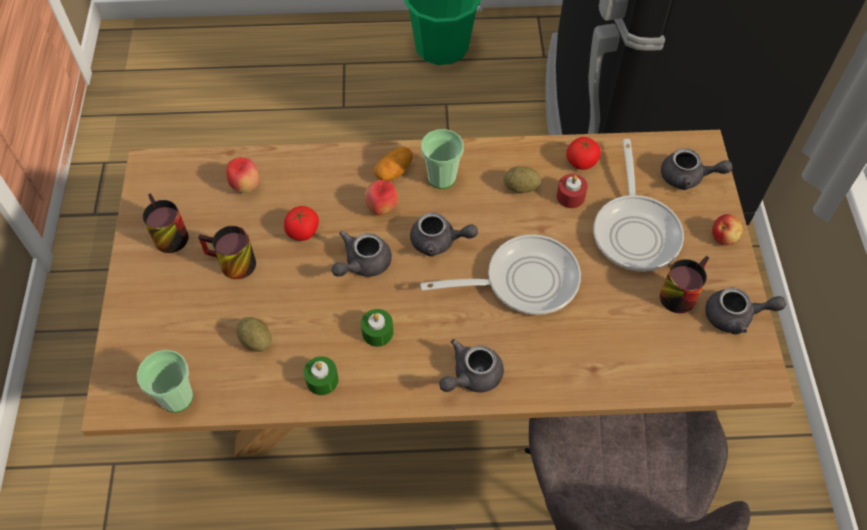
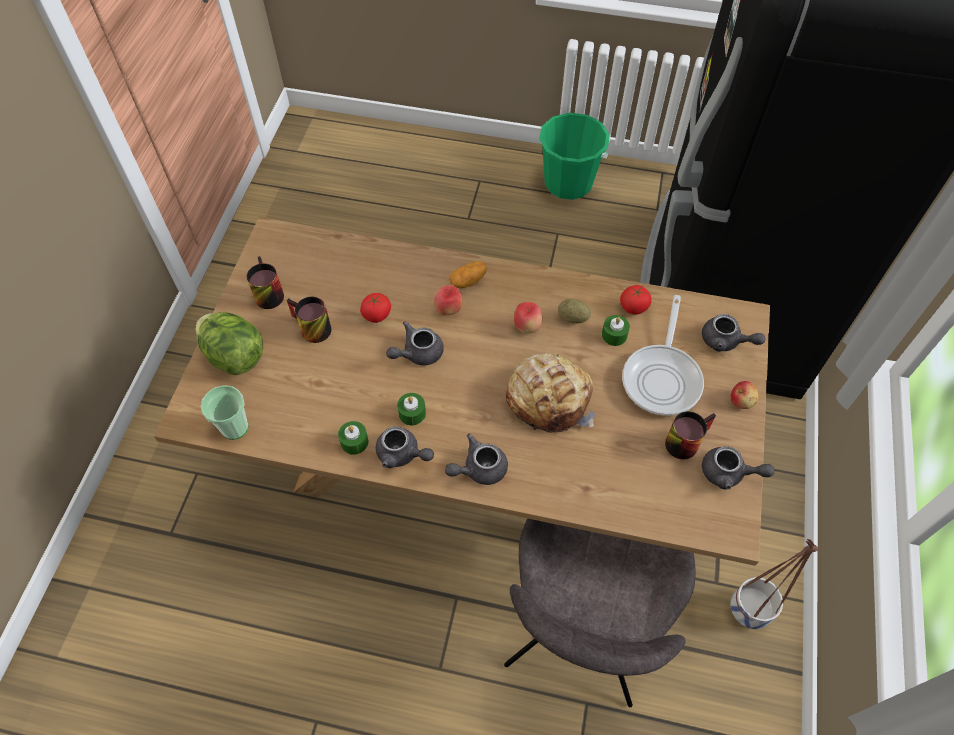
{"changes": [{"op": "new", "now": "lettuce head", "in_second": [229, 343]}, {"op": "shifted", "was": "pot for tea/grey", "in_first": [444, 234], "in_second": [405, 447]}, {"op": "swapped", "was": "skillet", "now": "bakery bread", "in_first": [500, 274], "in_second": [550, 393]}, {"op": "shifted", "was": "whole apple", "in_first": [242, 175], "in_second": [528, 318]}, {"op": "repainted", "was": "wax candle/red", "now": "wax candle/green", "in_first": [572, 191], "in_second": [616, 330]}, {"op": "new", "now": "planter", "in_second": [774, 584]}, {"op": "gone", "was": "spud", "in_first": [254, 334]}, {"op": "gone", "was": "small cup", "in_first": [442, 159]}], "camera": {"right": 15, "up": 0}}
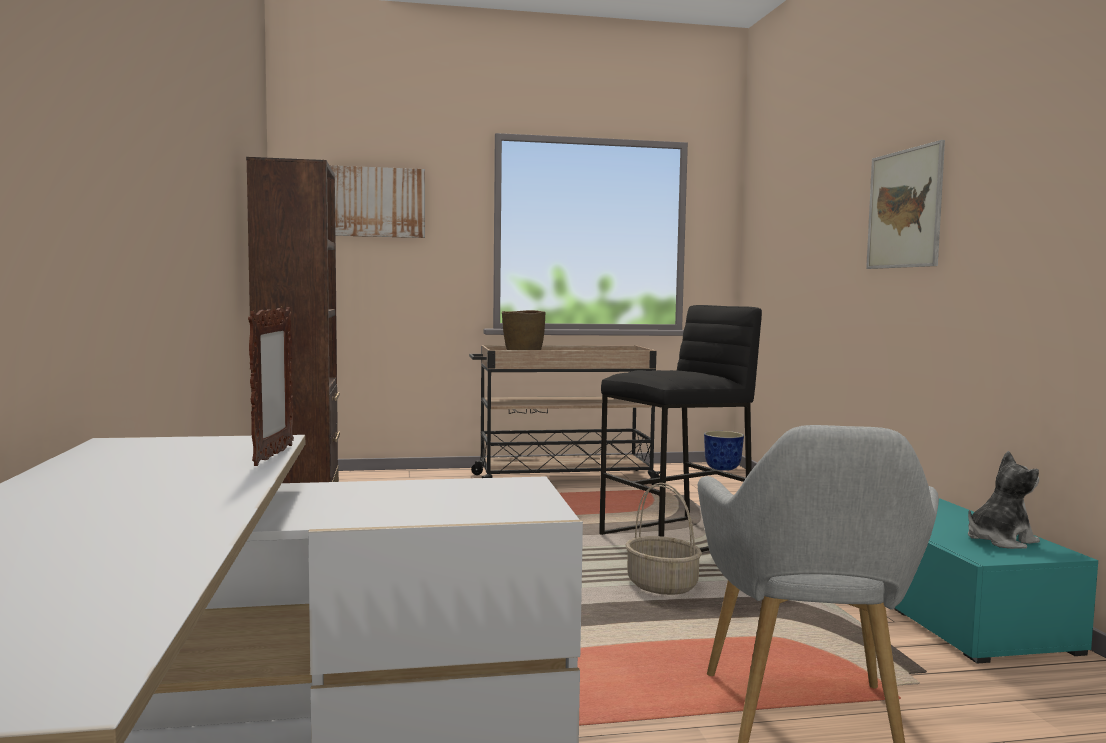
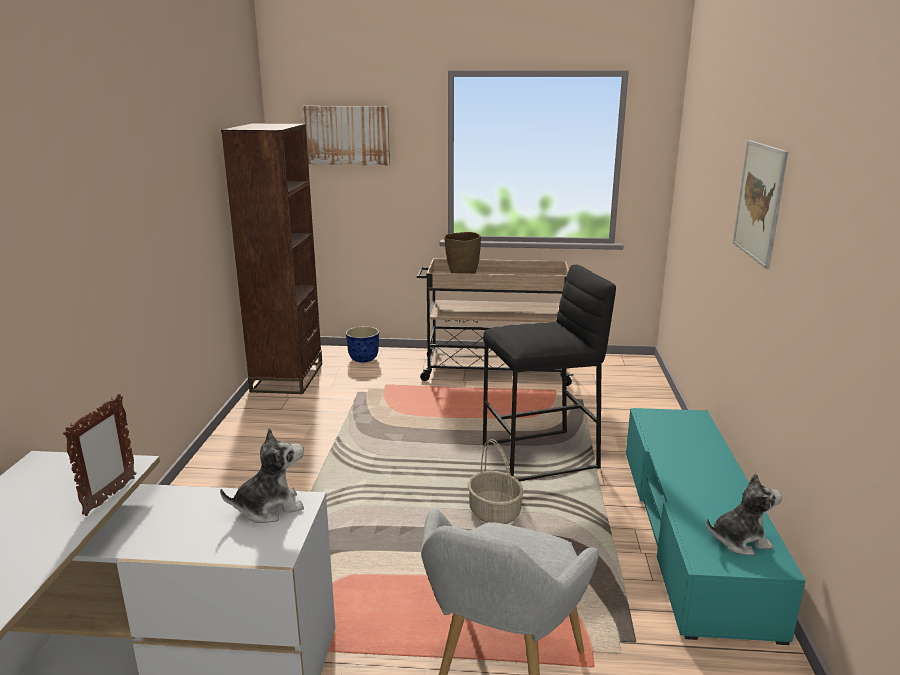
{"changes": [{"op": "new", "now": "plush toy", "in_second": [262, 475]}, {"op": "shifted", "was": "planter", "in_first": [724, 451], "in_second": [362, 344]}], "camera": {"right": 15, "up": 15}}
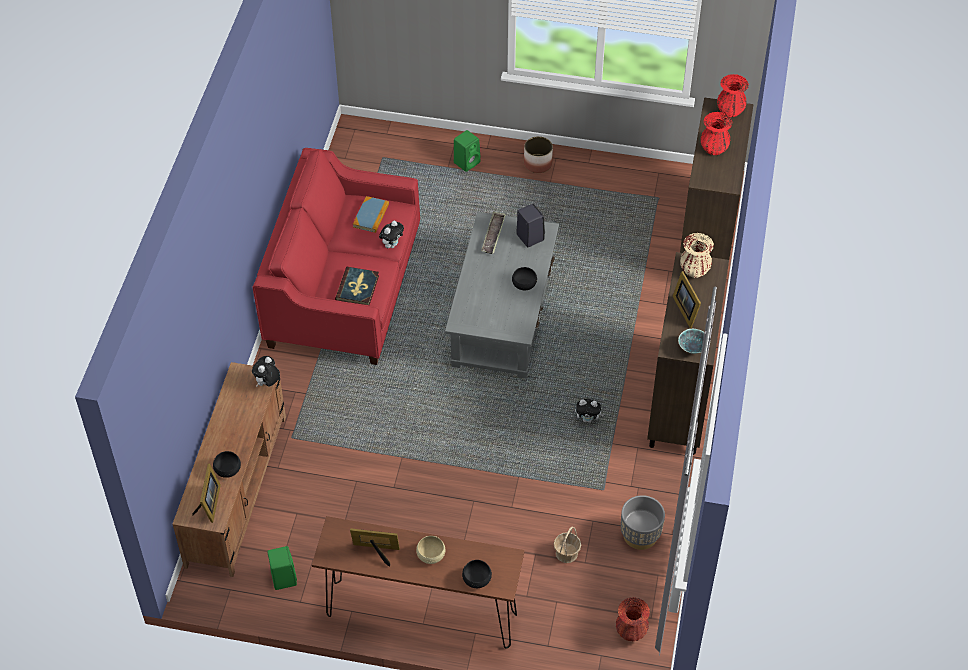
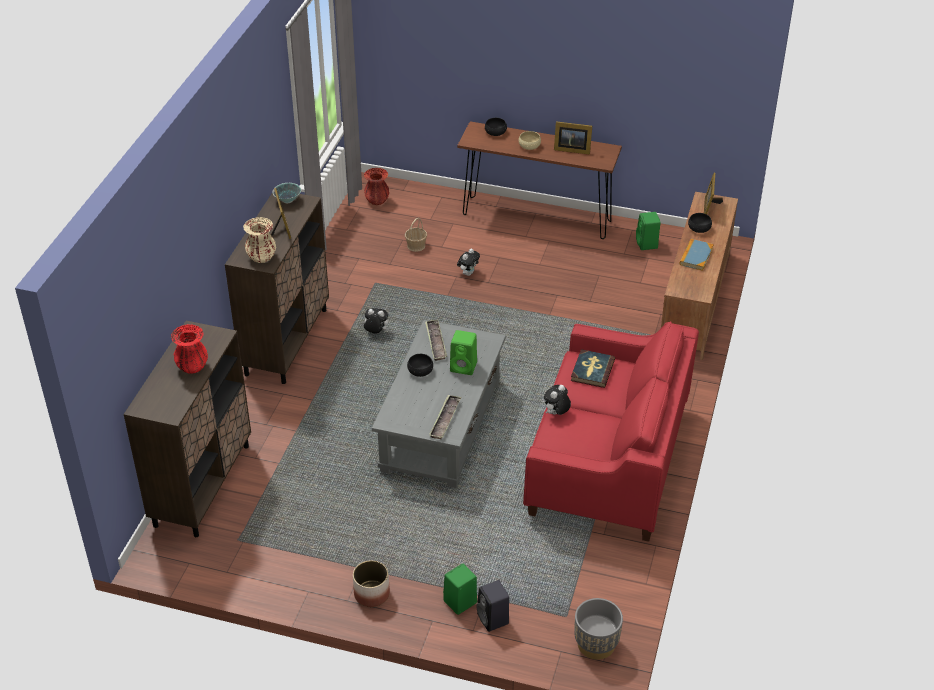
{"changes": [{"op": "new", "now": "carrying tray", "in_second": [436, 340]}, {"op": "new", "now": "speaker/green", "in_second": [463, 352]}, {"op": "shifted", "was": "plush toy", "in_first": [266, 371], "in_second": [468, 262]}, {"op": "shifted", "was": "speaker/black", "in_first": [530, 225], "in_second": [492, 606]}, {"op": "shifted", "was": "planter/grey", "in_first": [643, 522], "in_second": [598, 629]}, {"op": "shifted", "was": "book", "in_first": [371, 214], "in_second": [697, 255]}, {"op": "gone", "was": "decorative vase/red", "in_first": [733, 95]}], "camera": {"right": -175, "up": -10}}
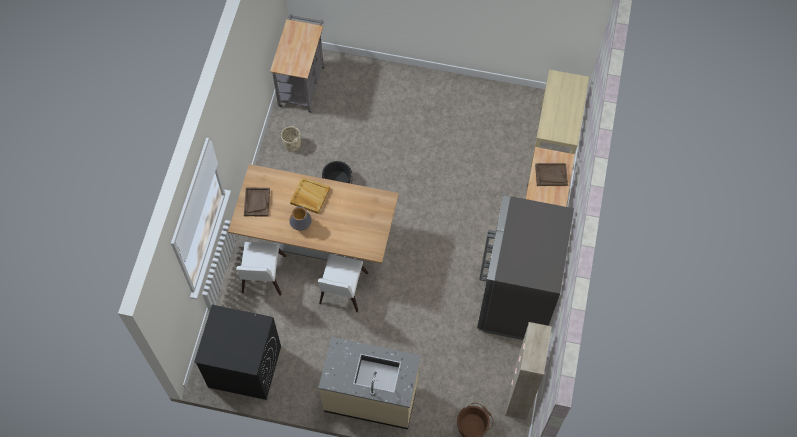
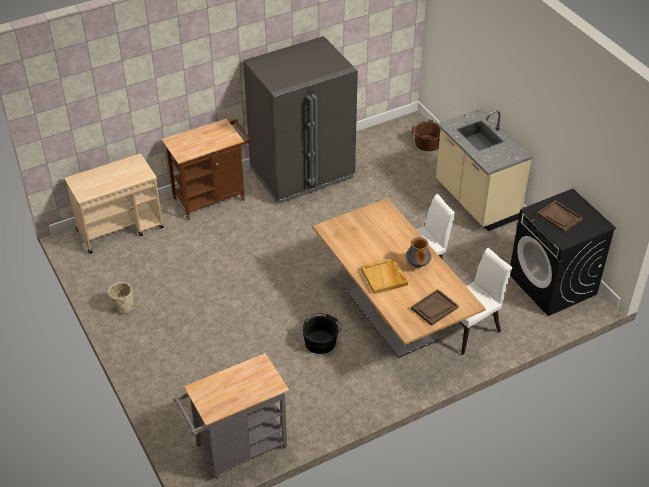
{"changes": [{"op": "swapped", "was": "narrow table/beige", "now": "cart/beige", "in_first": [559, 119], "in_second": [114, 204]}, {"op": "shifted", "was": "planter/beige", "in_first": [291, 139], "in_second": [120, 298]}, {"op": "shifted", "was": "carrying tray/brownish", "in_first": [551, 174], "in_second": [560, 216]}, {"op": "gone", "was": "cabinet/beige", "in_first": [528, 371]}], "camera": {"right": -130, "up": -20}}
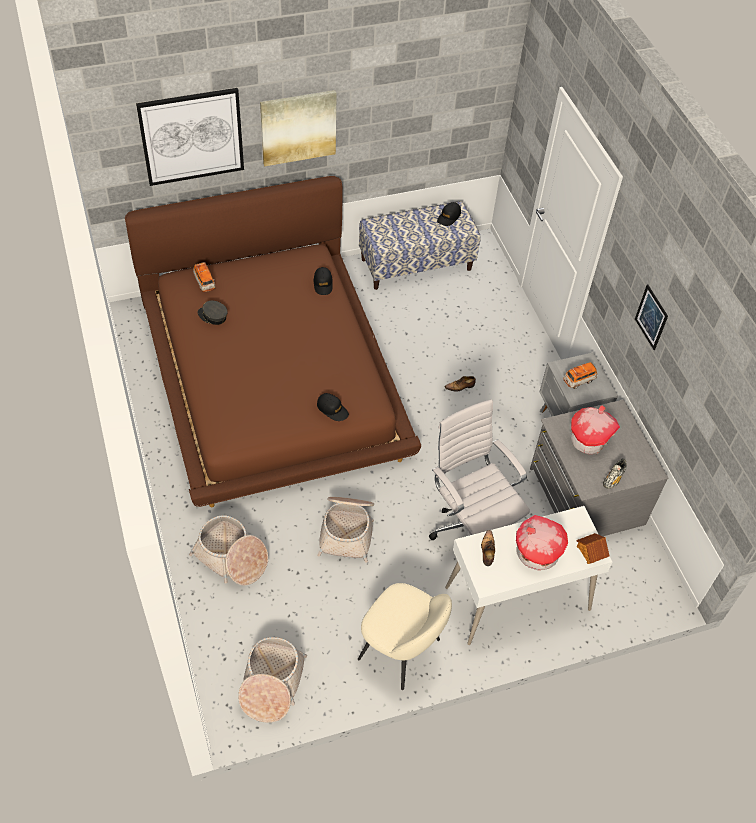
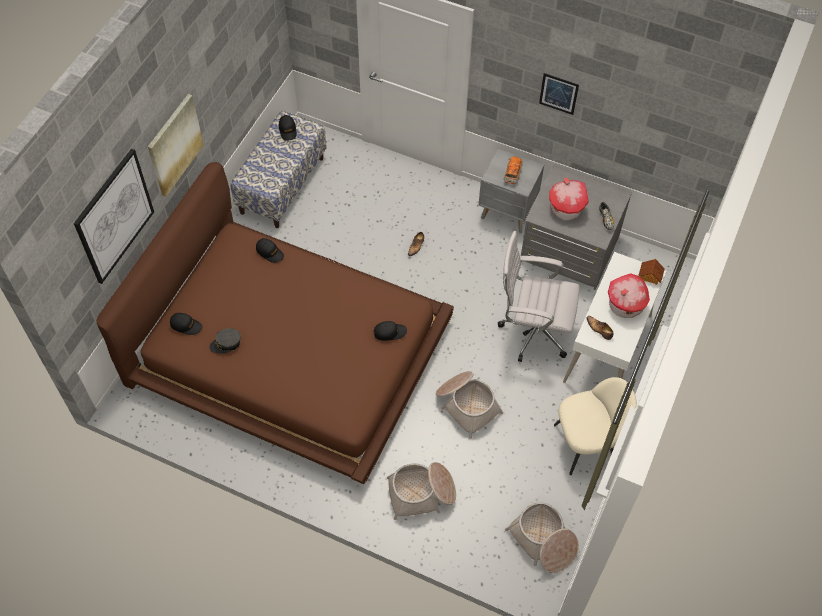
{"changes": [{"op": "swapped", "was": "model car", "now": "baseball cap/black", "in_first": [204, 277], "in_second": [186, 324]}], "camera": {"right": -45, "up": 5}}
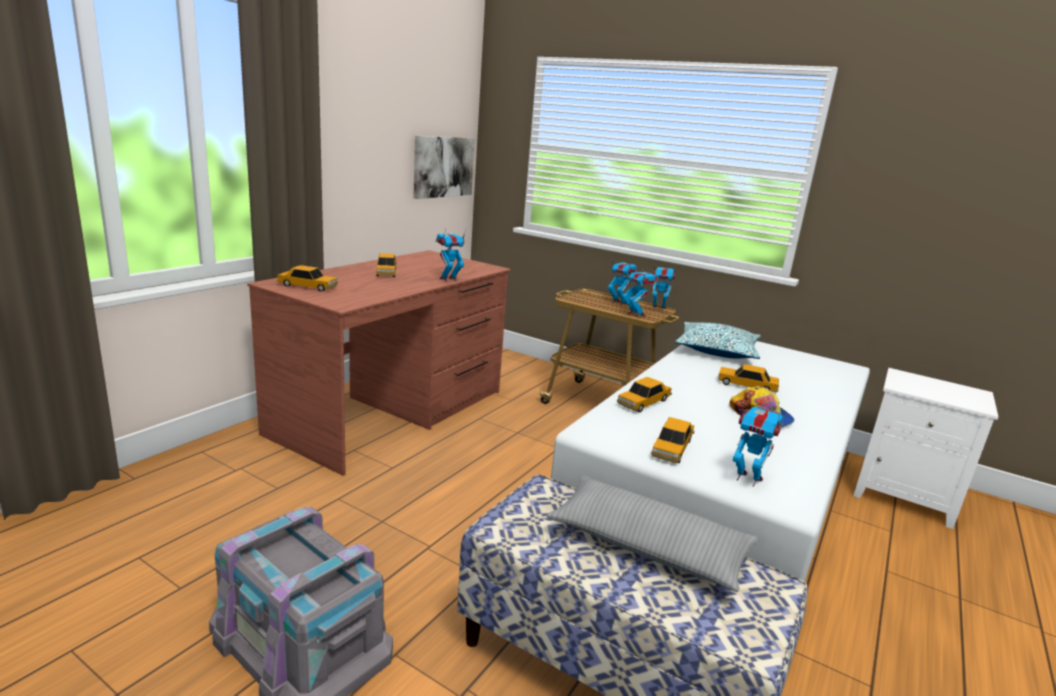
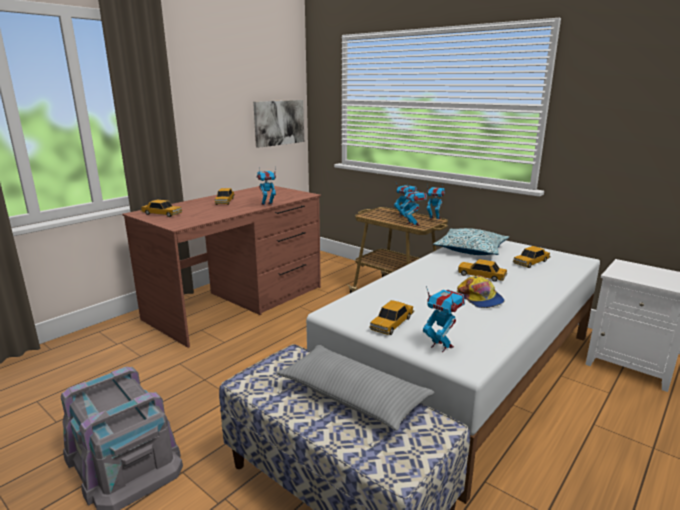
{"changes": [{"op": "shifted", "was": "model car", "in_first": [644, 394], "in_second": [532, 257]}], "camera": {"right": 10, "up": 0}}
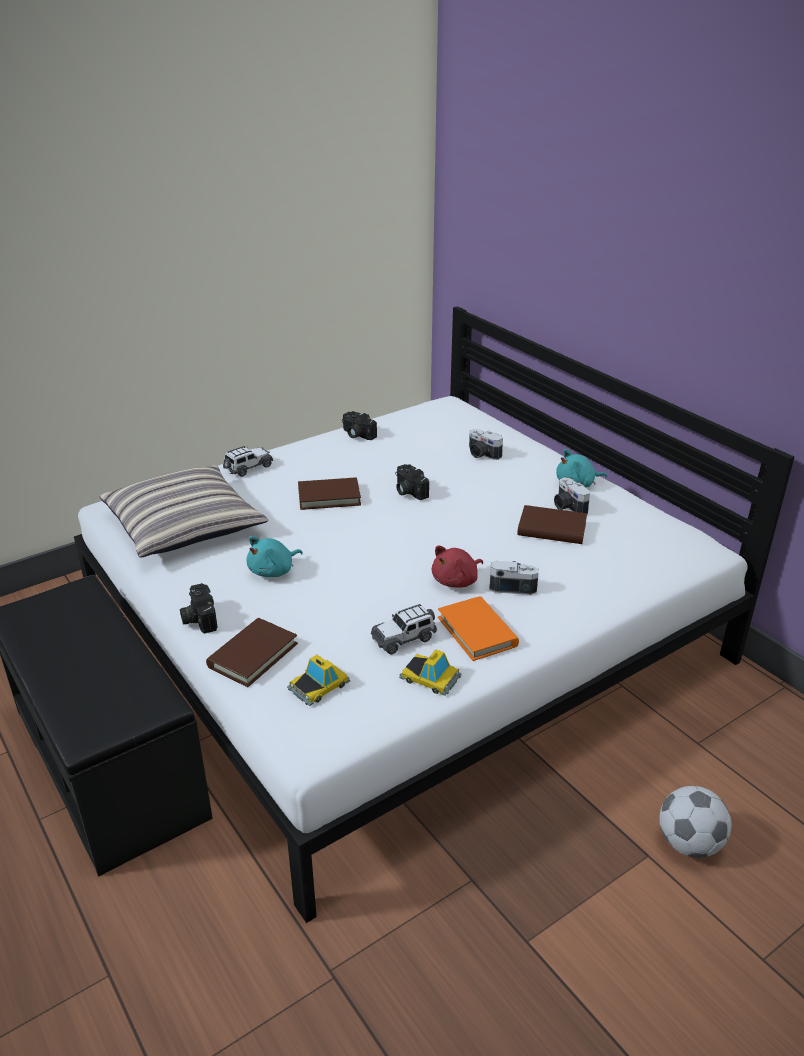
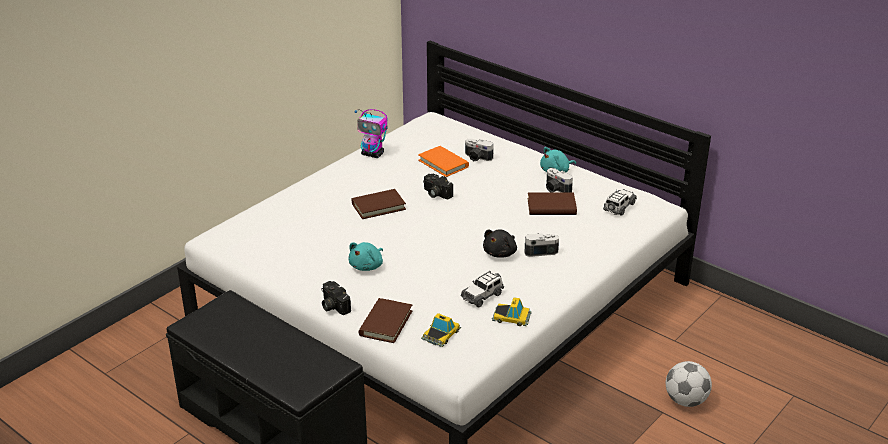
{"changes": [{"op": "swapped", "was": "still camera", "now": "robot figure", "in_first": [359, 425], "in_second": [371, 133]}, {"op": "shifted", "was": "book/orange", "in_first": [478, 628], "in_second": [443, 161]}, {"op": "repainted", "was": "plush toy/red", "now": "plush toy/black", "in_first": [457, 567], "in_second": [500, 243]}, {"op": "shifted", "was": "model car", "in_first": [248, 461], "in_second": [620, 202]}, {"op": "gone", "was": "throw pillow", "in_first": [183, 511]}], "camera": {"right": -15, "up": 0}}
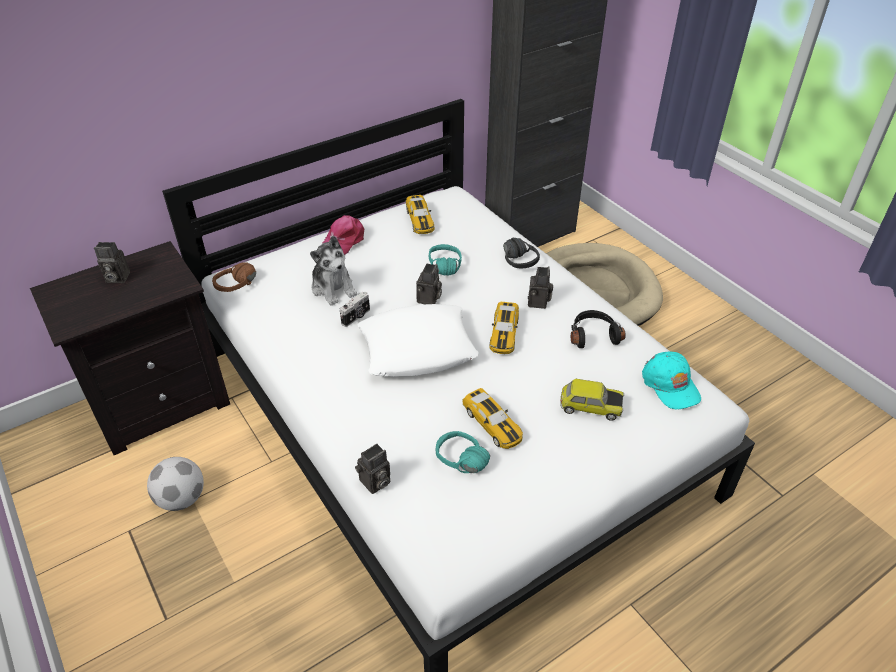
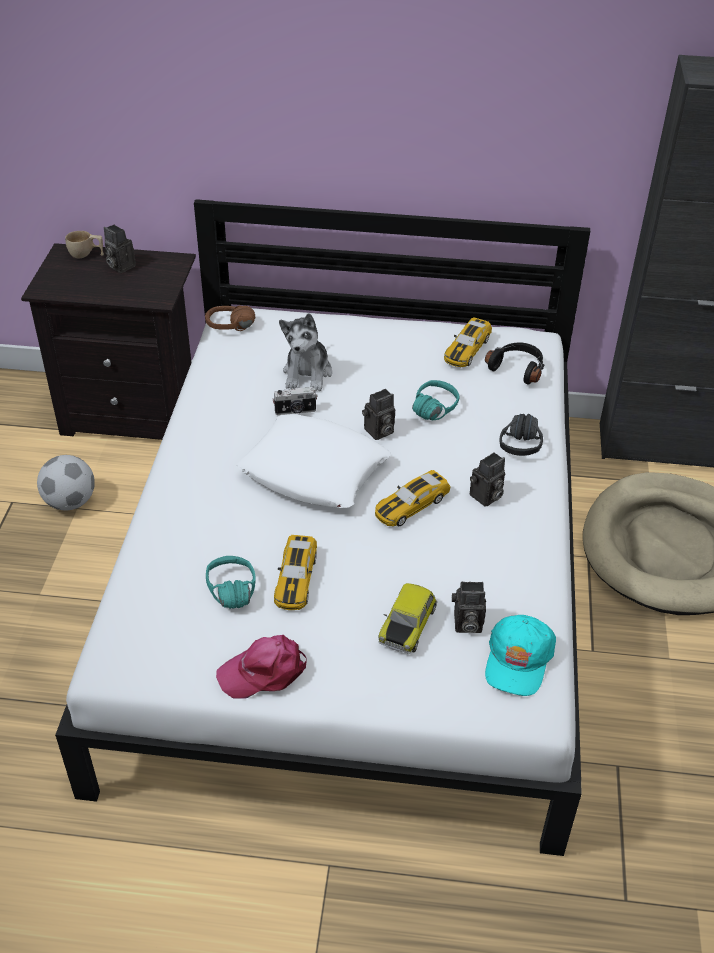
{"changes": [{"op": "new", "now": "small cup/beige", "in_second": [84, 244]}, {"op": "shifted", "was": "baseball cap/pink", "in_first": [343, 235], "in_second": [261, 667]}, {"op": "rotated", "was": "model car", "in_first": [592, 400], "in_second": [408, 618], "clockwise": 60}, {"op": "shifted", "was": "still camera", "in_first": [372, 469], "in_second": [469, 607]}, {"op": "shifted", "was": "headset/black", "in_first": [598, 329], "in_second": [514, 364]}], "camera": {"right": 40, "up": 0}}
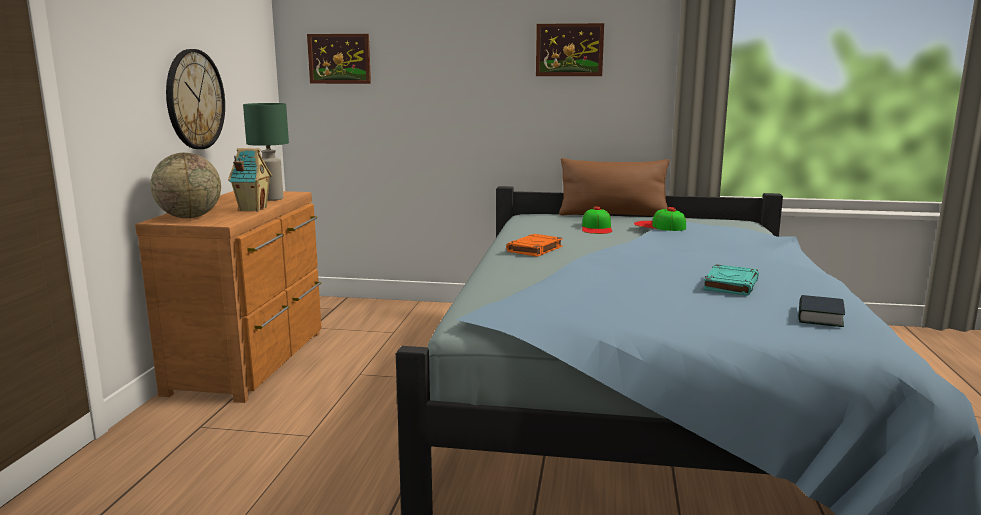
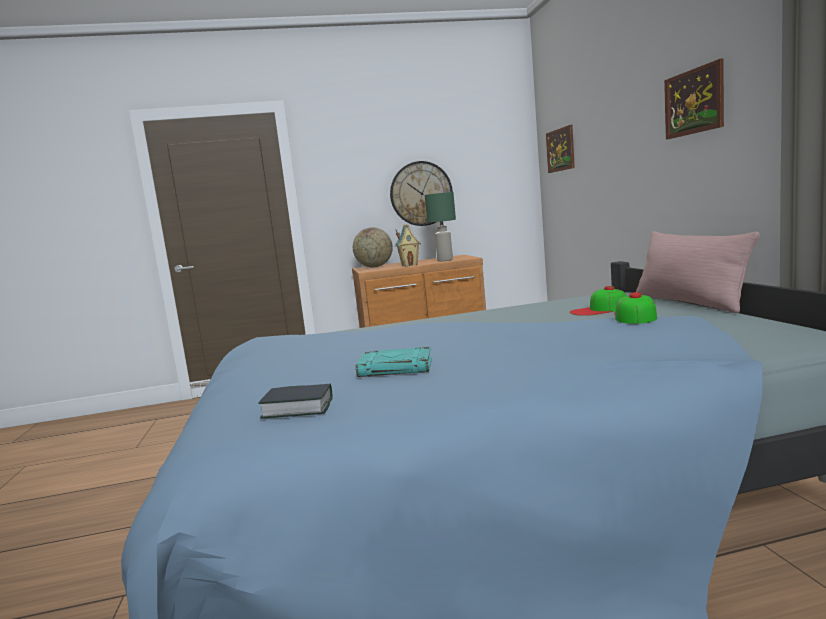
{"changes": [{"op": "repainted", "was": "throw pillow/brownish", "now": "throw pillow/pink", "in_first": [614, 187], "in_second": [698, 272]}, {"op": "gone", "was": "book/orange", "in_first": [534, 245]}], "camera": {"right": 70, "up": -5}}
